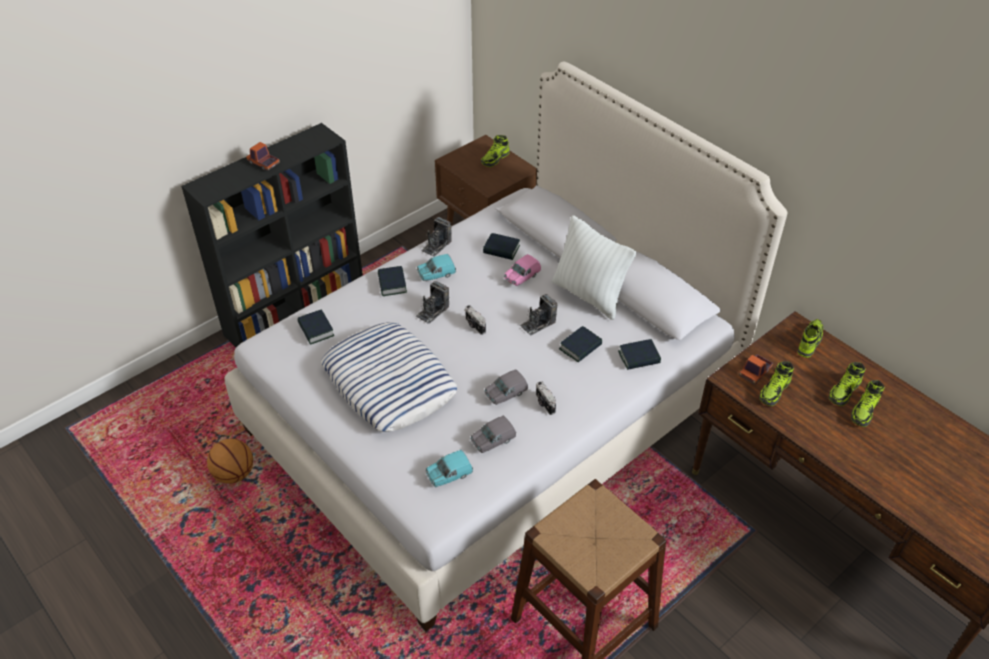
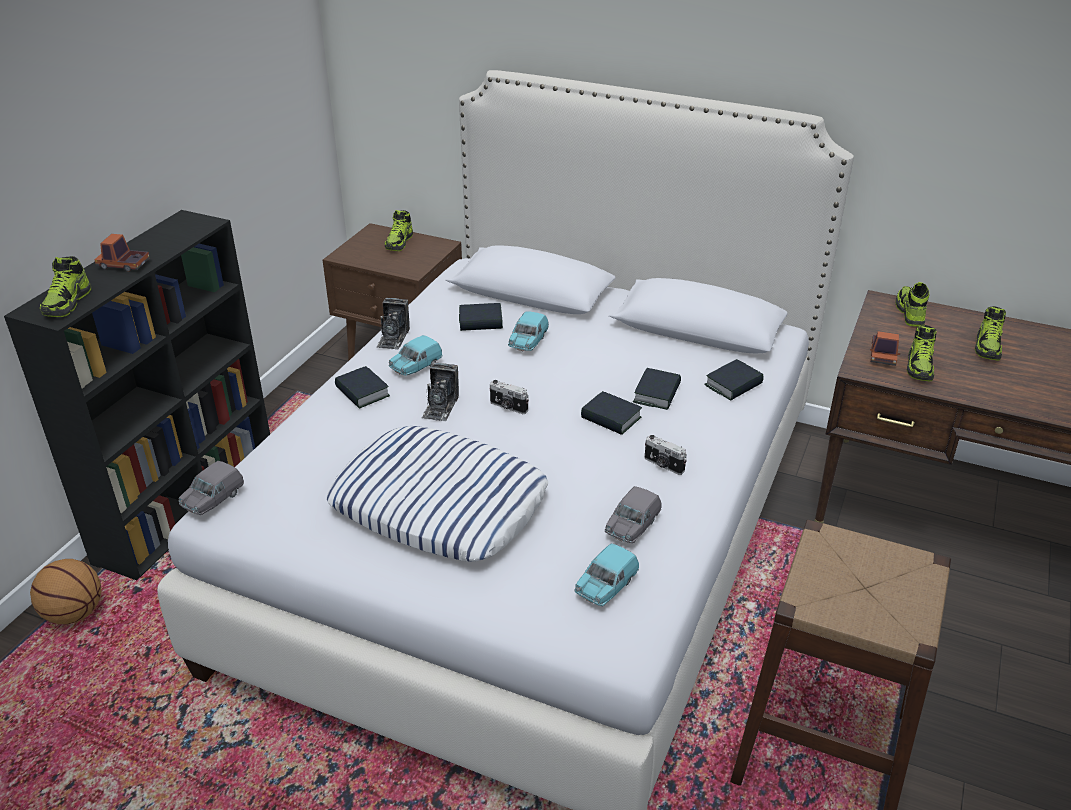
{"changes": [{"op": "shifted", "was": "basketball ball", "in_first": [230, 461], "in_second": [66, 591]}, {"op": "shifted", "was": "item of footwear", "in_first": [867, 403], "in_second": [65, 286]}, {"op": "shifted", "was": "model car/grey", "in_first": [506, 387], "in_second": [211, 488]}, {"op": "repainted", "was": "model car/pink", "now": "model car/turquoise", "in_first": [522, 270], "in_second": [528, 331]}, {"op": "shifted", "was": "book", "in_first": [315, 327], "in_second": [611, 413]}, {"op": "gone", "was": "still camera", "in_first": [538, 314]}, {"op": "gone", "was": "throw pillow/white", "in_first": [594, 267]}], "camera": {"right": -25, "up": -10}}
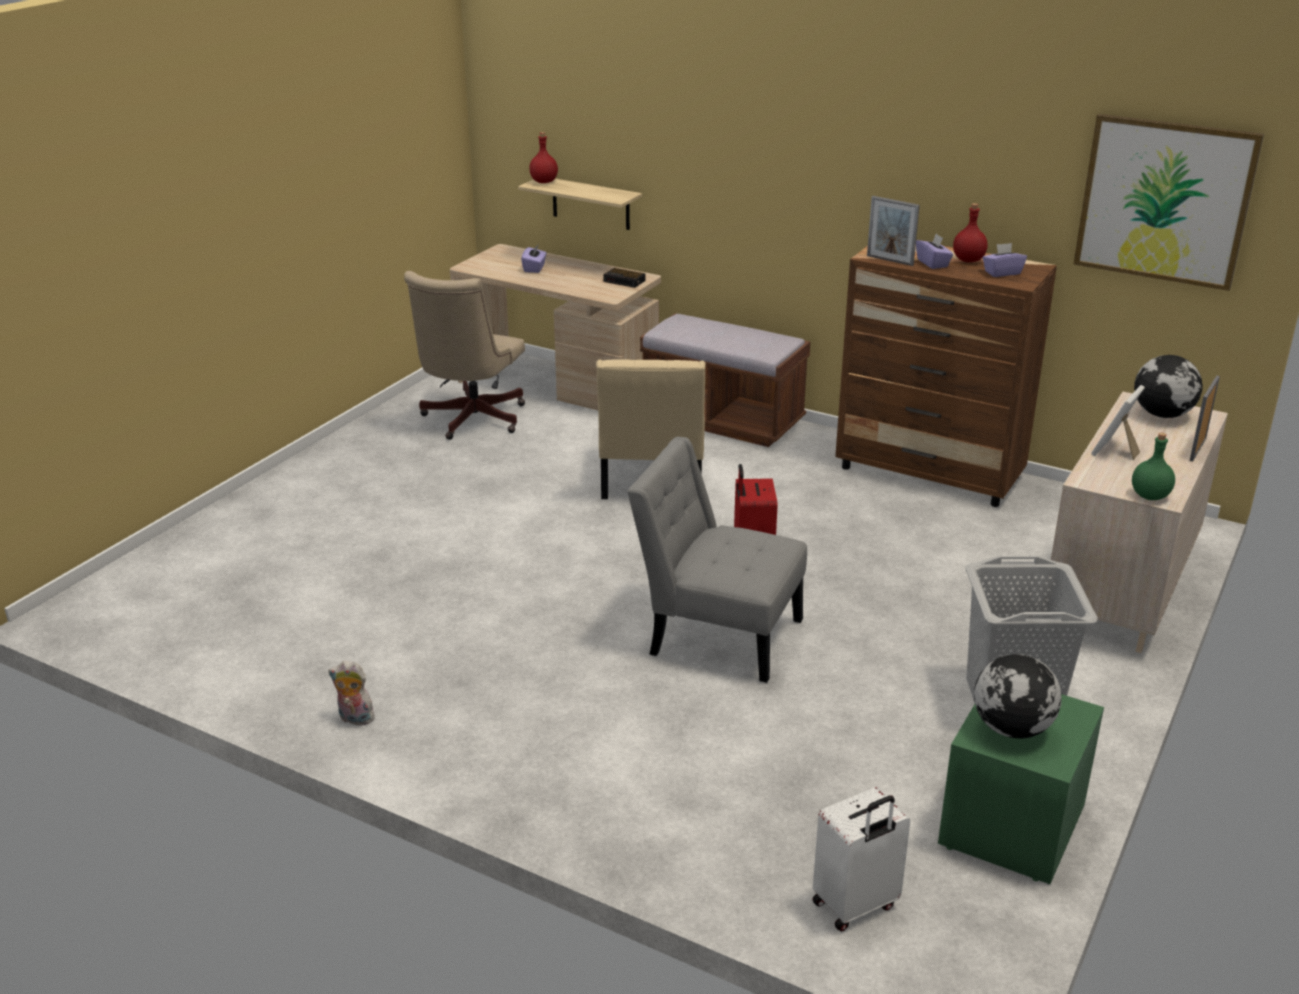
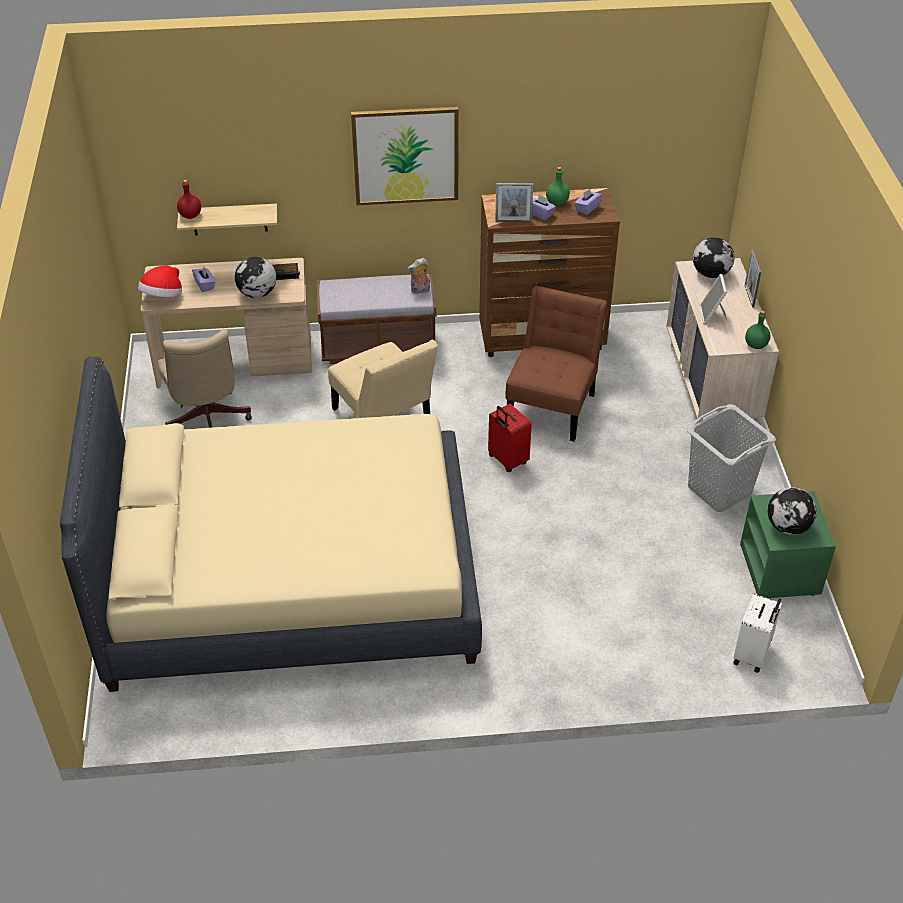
{"changes": [{"op": "new", "now": "bed/beige", "in_second": [271, 524]}, {"op": "new", "now": "hat", "in_second": [160, 281]}, {"op": "new", "now": "desk globe", "in_second": [255, 277]}, {"op": "shifted", "was": "wall art", "in_first": [1169, 202], "in_second": [405, 156]}, {"op": "shifted", "was": "plush toy", "in_first": [351, 693], "in_second": [418, 276]}, {"op": "new", "now": "chair/brownish", "in_second": [556, 364]}, {"op": "repainted", "was": "drink bottle/red", "now": "drink bottle/green", "in_first": [970, 232], "in_second": [558, 186]}, {"op": "gone", "was": "chair/grey", "in_first": [717, 560]}], "camera": {"right": -35, "up": 15}}
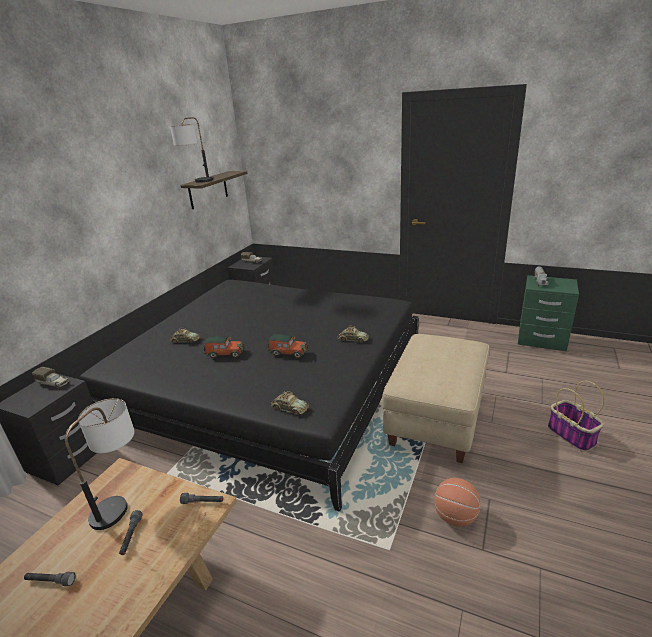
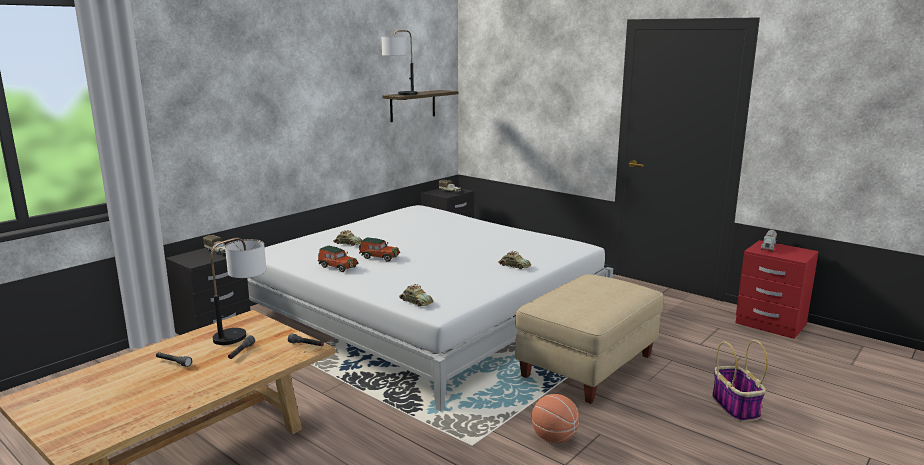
{"changes": [{"op": "repainted", "was": "bed/black", "now": "bed/white", "in_first": [249, 396], "in_second": [430, 308]}, {"op": "shifted", "was": "model car", "in_first": [288, 346], "in_second": [338, 259]}, {"op": "repainted", "was": "night table/green", "now": "night table/red", "in_first": [548, 313], "in_second": [777, 289]}], "camera": {"right": 15, "up": -10}}
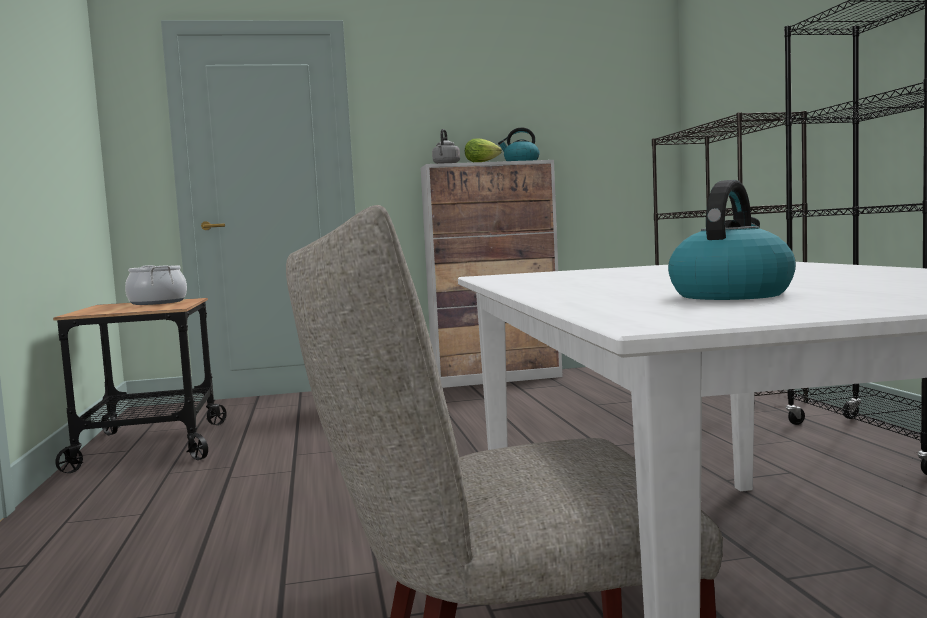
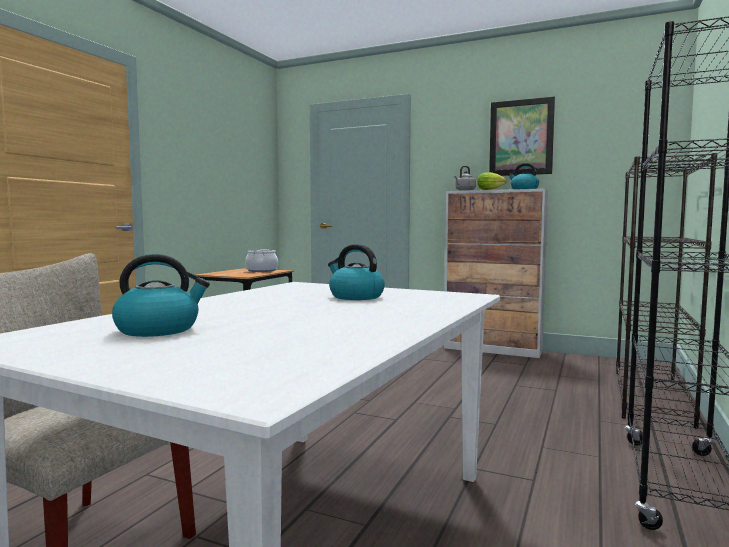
{"changes": [{"op": "new", "now": "tea kettle", "in_second": [356, 272]}, {"op": "new", "now": "wall art", "in_second": [522, 136]}], "camera": {"right": 35, "up": 0}}
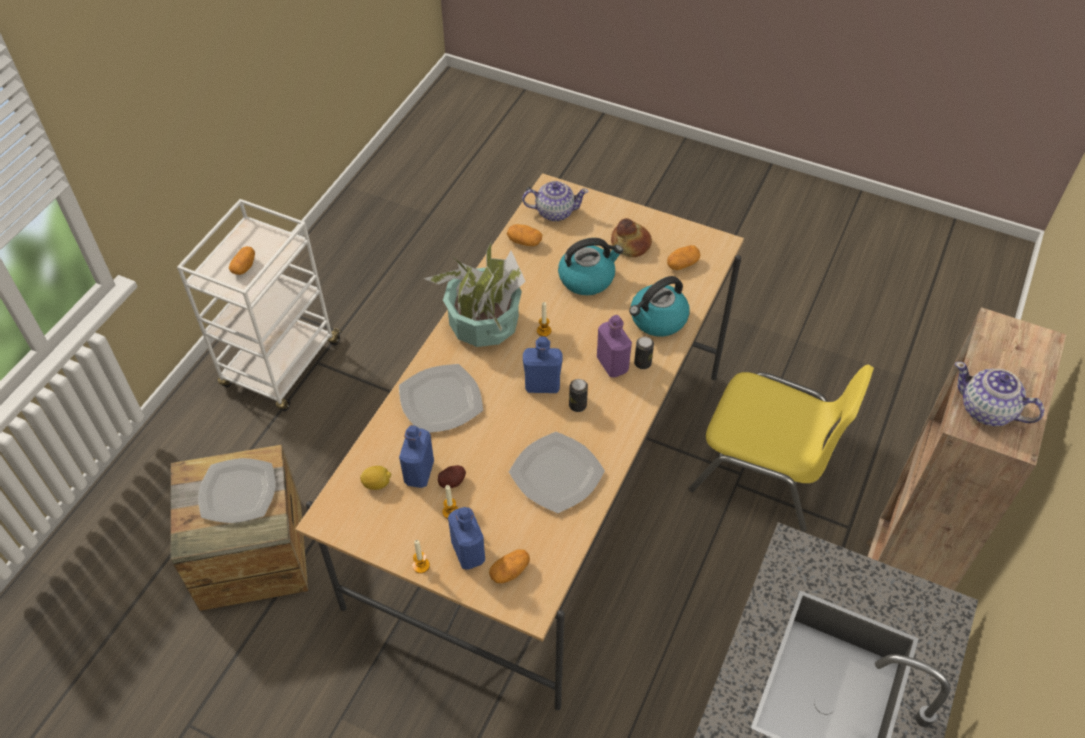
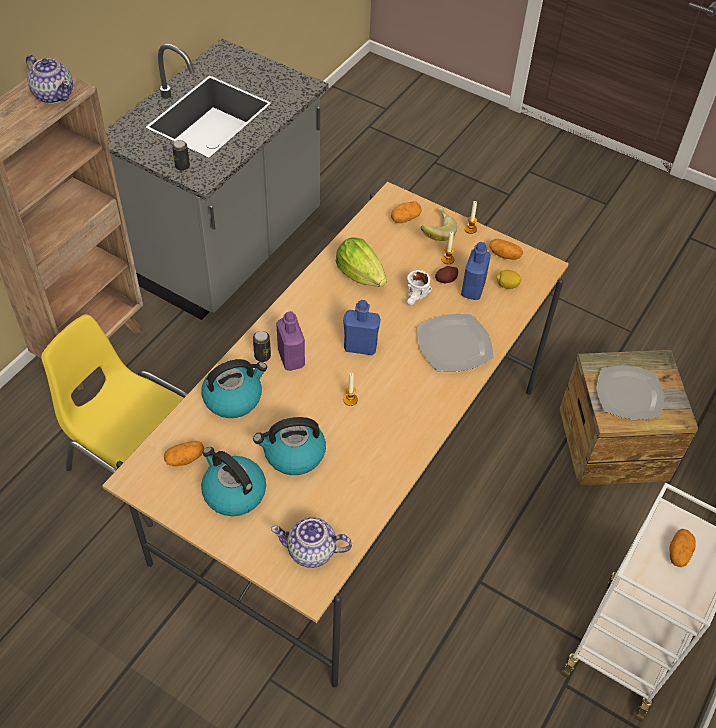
{"changes": [{"op": "shifted", "was": "can", "in_first": [578, 395], "in_second": [181, 155]}, {"op": "swapped", "was": "bakery bread", "now": "tea kettle", "in_first": [631, 237], "in_second": [233, 481]}, {"op": "swapped", "was": "dinner plate", "now": "lettuce head", "in_first": [557, 472], "in_second": [361, 262]}, {"op": "new", "now": "tea mug/white", "in_second": [419, 287]}, {"op": "swapped", "was": "drink bottle/blue-coloured", "now": "banana", "in_first": [466, 538], "in_second": [438, 224]}, {"op": "shifted", "was": "spud", "in_first": [525, 235], "in_second": [506, 249]}, {"op": "gone", "was": "houseplant", "in_first": [474, 295]}], "camera": {"right": -175, "up": 0}}
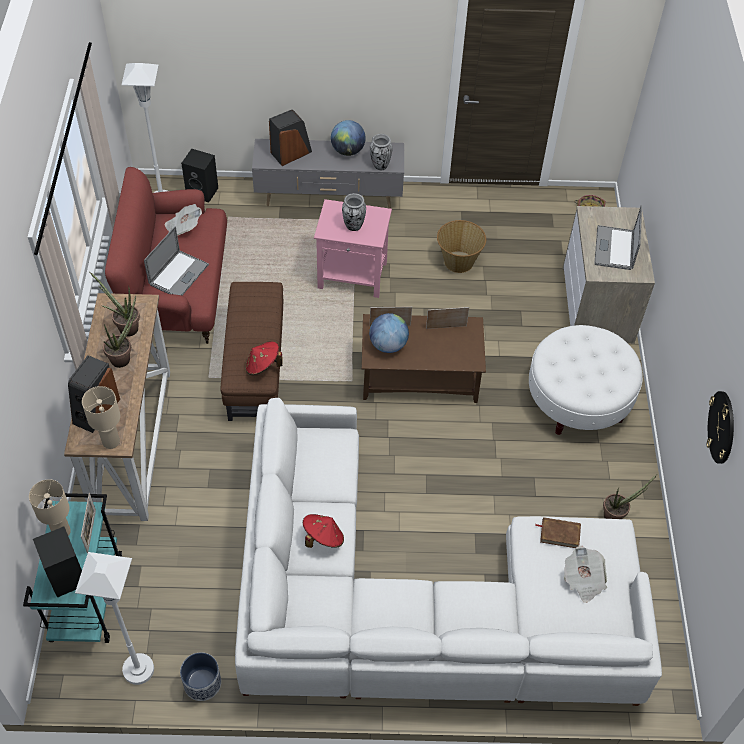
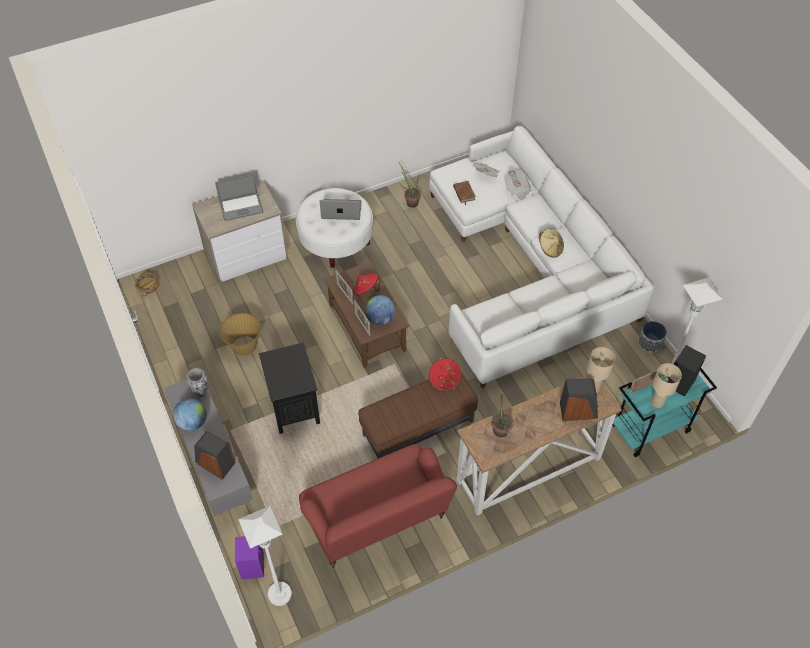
{"changes": [{"op": "repainted", "was": "speaker/black", "now": "speaker/purple", "in_first": [199, 176], "in_second": [249, 557]}, {"op": "repainted", "was": "accent table/pink", "now": "accent table/black", "in_first": [353, 248], "in_second": [289, 388]}, {"op": "shifted", "was": "portable computer", "in_first": [176, 260], "in_second": [341, 209]}, {"op": "shifted", "was": "hat/red", "in_first": [323, 531], "in_second": [366, 284]}, {"op": "shifted", "was": "newspaper", "in_first": [183, 220], "in_second": [518, 184]}, {"op": "new", "now": "hat/beige", "in_second": [551, 243]}, {"op": "gone", "was": "houseplant", "in_first": [119, 331]}, {"op": "gone", "was": "decorative vase", "in_first": [354, 212]}, {"op": "gone", "was": "clock on the wall", "in_first": [720, 427]}], "camera": {"right": -115, "up": 0}}
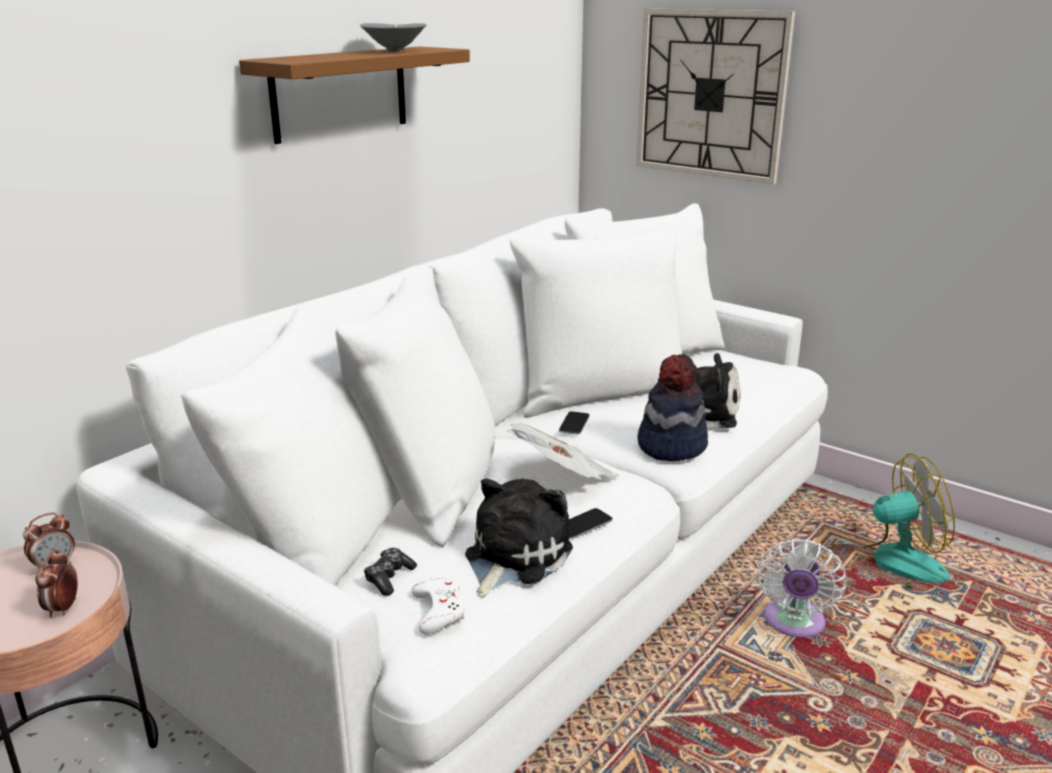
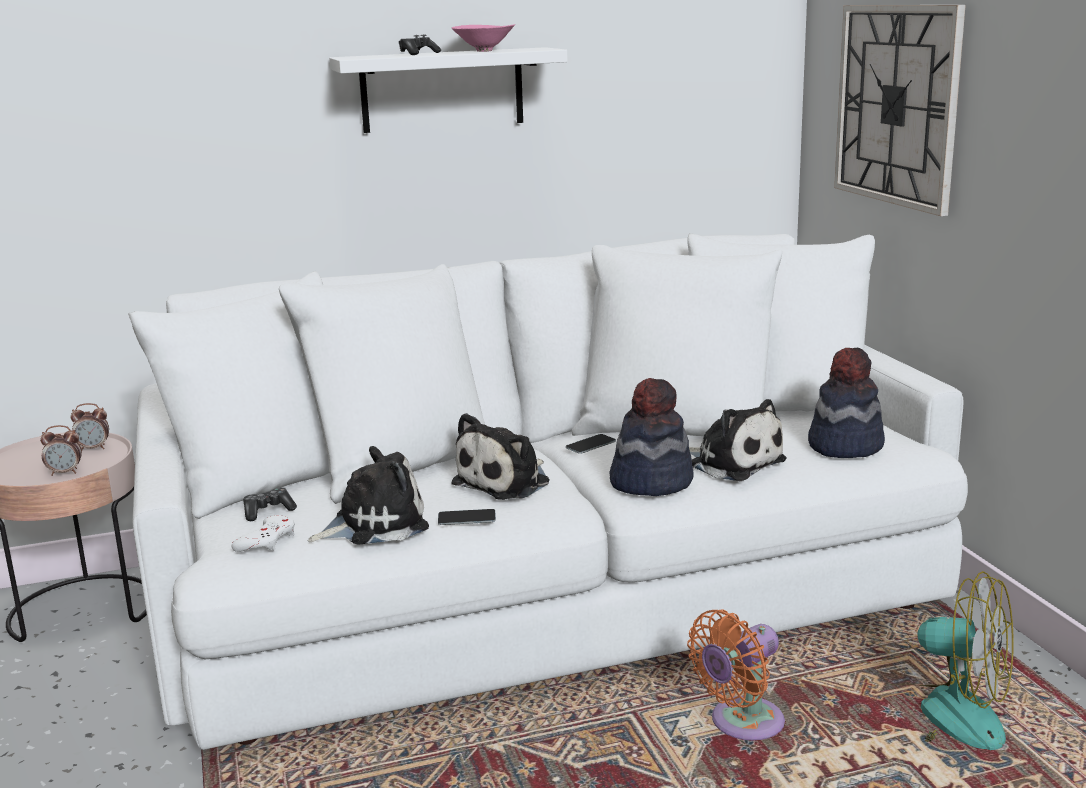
{"changes": [{"op": "rotated", "was": "table clock", "in_first": [57, 584], "in_second": [61, 450], "clockwise": -135}, {"op": "repainted", "was": "shelf/brownish", "now": "shelf/white", "in_first": [354, 95], "in_second": [448, 90]}, {"op": "new", "now": "gamepad", "in_second": [419, 44]}, {"op": "swapped", "was": "newspaper", "now": "plush toy", "in_first": [563, 451], "in_second": [500, 456]}, {"op": "repainted", "was": "serving bowl/grey", "now": "serving bowl/pink", "in_first": [393, 37], "in_second": [483, 38]}, {"op": "repainted", "was": "electric fan/white", "now": "electric fan/orange", "in_first": [802, 588], "in_second": [736, 674]}, {"op": "new", "now": "hat", "in_second": [846, 402]}], "camera": {"right": 35, "up": -5}}
